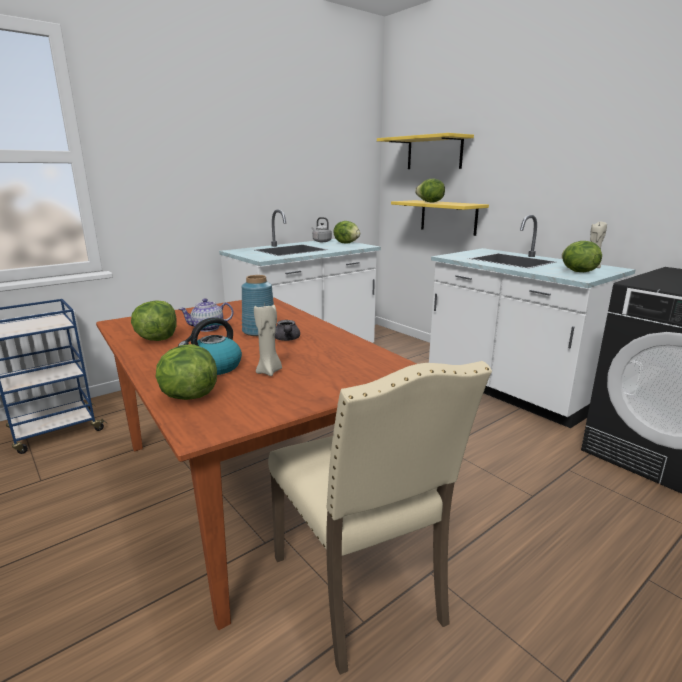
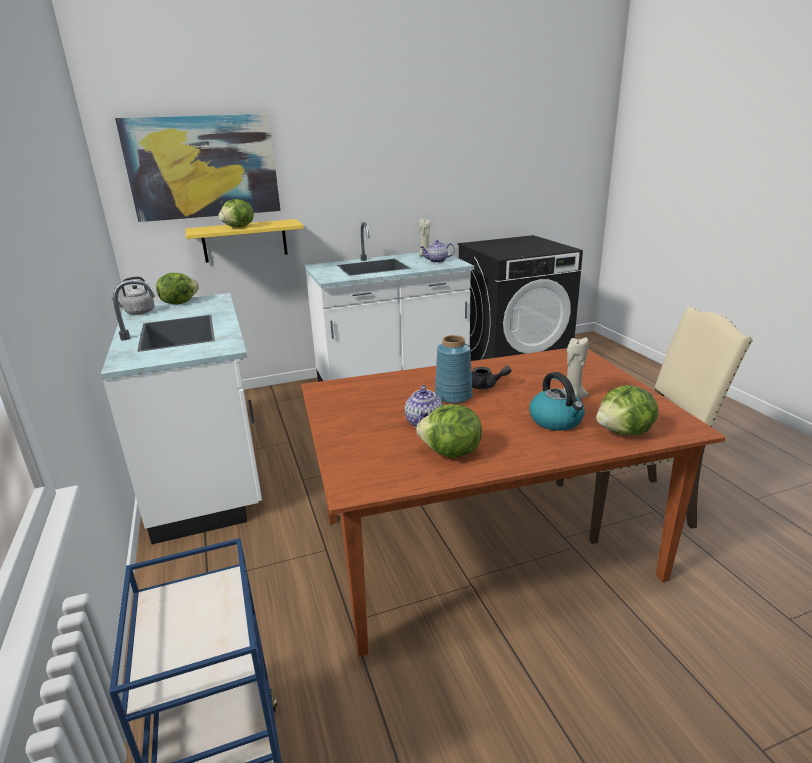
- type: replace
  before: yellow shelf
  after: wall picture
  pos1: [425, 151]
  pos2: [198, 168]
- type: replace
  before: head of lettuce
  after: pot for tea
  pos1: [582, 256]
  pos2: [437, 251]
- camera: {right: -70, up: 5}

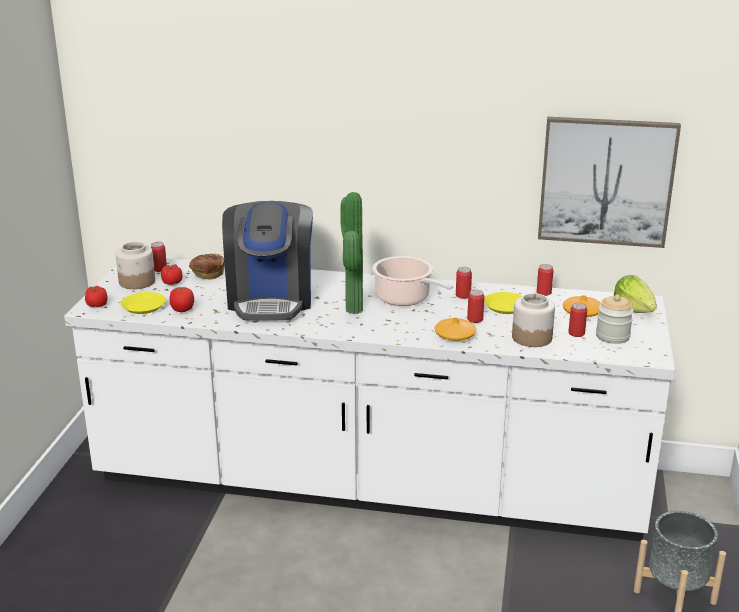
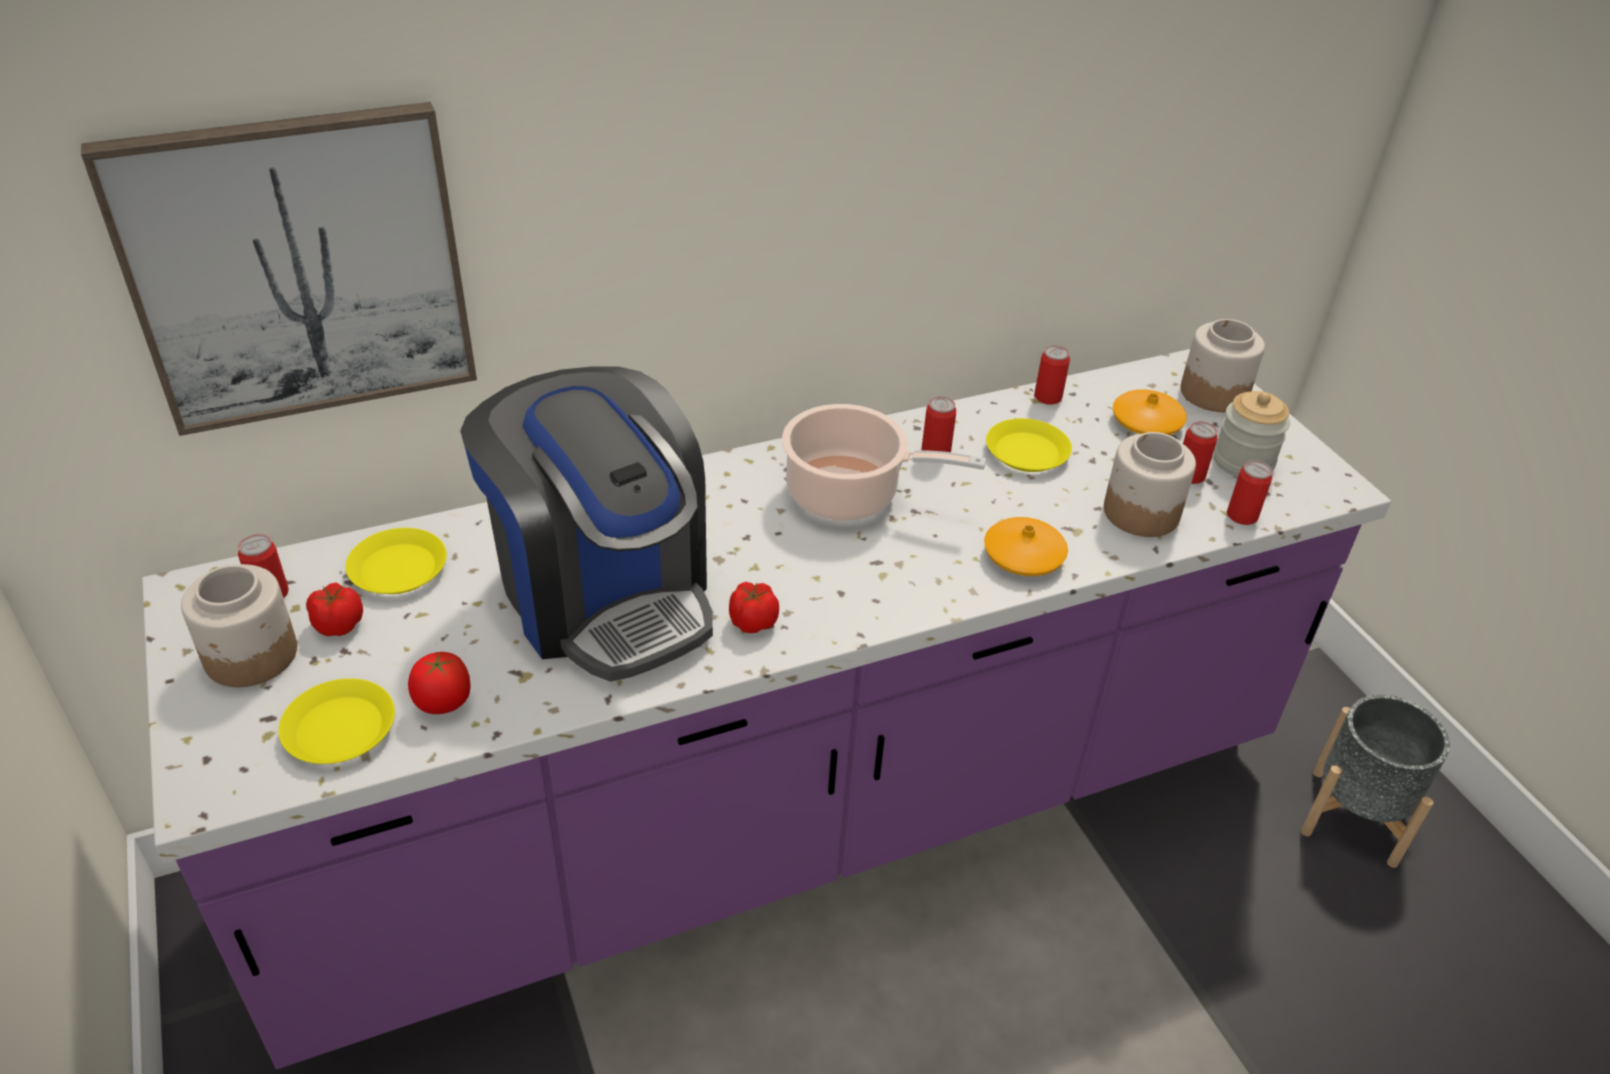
- type: move
  before: wall picture
  pos1: [609, 182]
  pos2: [279, 269]
- type: delete
  before: potted plant
  pos1: [351, 253]
- type: replace
  before: bread
  after: yellow dinner plate
  pos1: [207, 267]
  pos2: [396, 561]
- type: recolor
  before: whitish counter
  after: purple-coloured counter
  pos1: [369, 399]
  pos2: [766, 709]
- type: replace
  before: head of lettuce
  after: preserve jar
  pos1: [635, 294]
  pos2: [1223, 365]
- type: move
  before: fresh tomato
  pos1: [96, 296]
  pos2: [754, 607]
- type: move
  before: metal can
  pos1: [475, 306]
  pos2: [1249, 493]
- camera: {right: -35, up: 15}

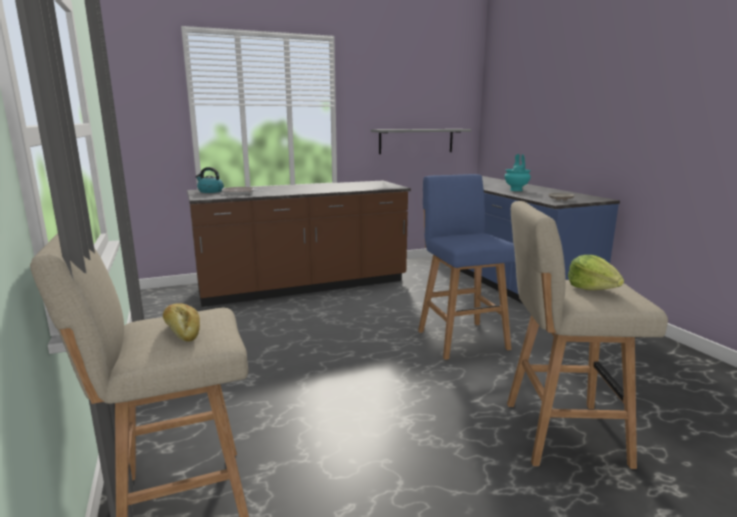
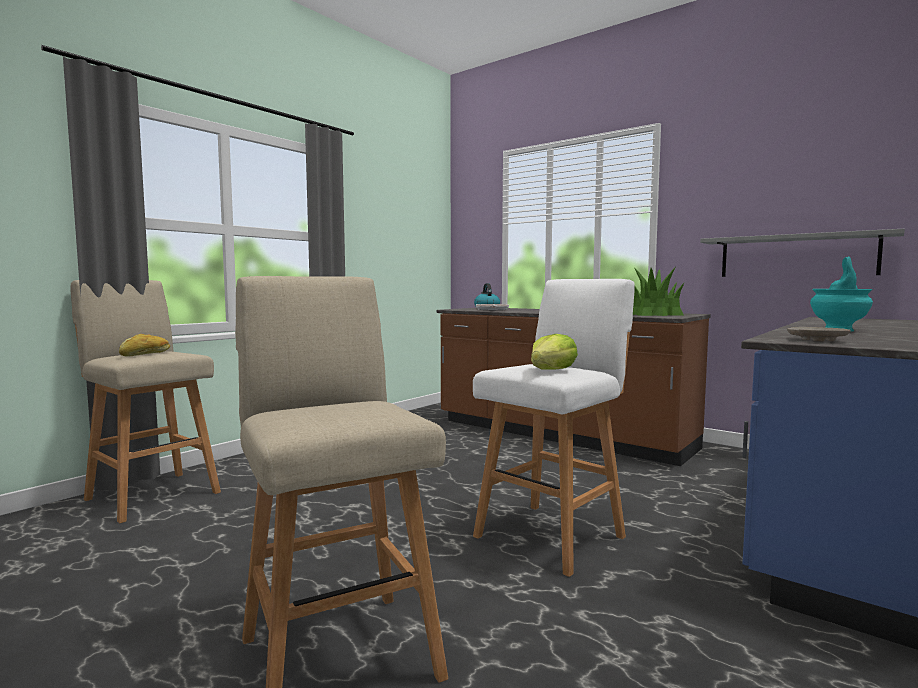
- type: recolor
  before: bluish sitting stool
  after: whitish sitting stool
  pos1: [466, 267]
  pos2: [554, 428]
- type: move
  before: head of lettuce
  pos1: [596, 272]
  pos2: [554, 352]
- type: insert
  after: potted plant
  pos2: [659, 292]
- camera: {right: 60, up: -10}

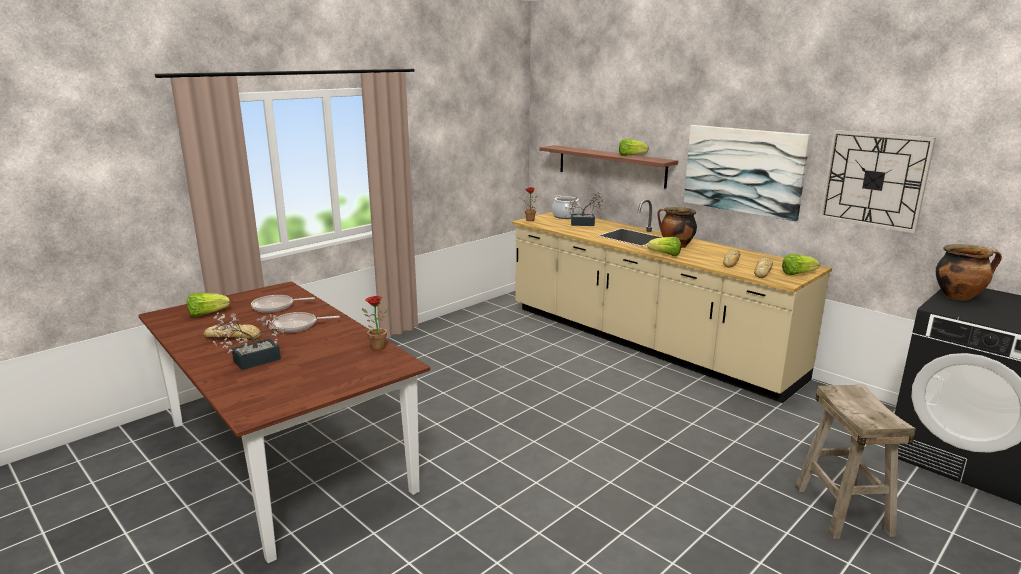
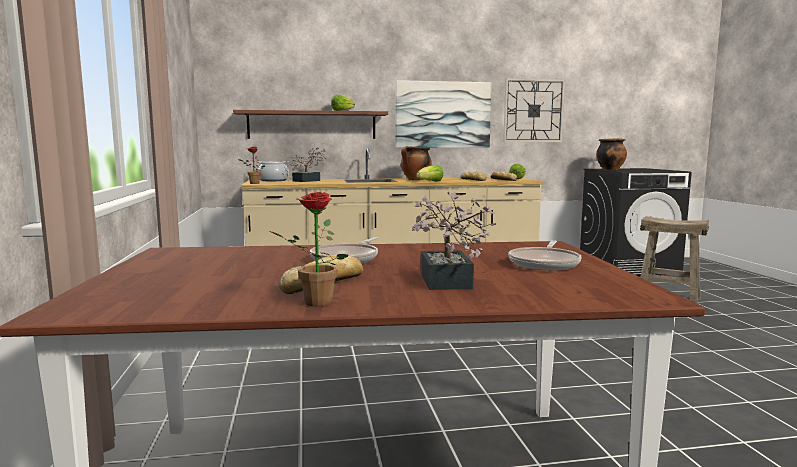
- type: delete
  before: head of lettuce
  pos1: [208, 305]
- type: move
  before: frying pan
  pos1: [283, 304]
  pos2: [544, 255]
- type: move
  before: potted plant
  pos1: [375, 323]
  pos2: [309, 249]
- camera: {right: -55, up: -10}

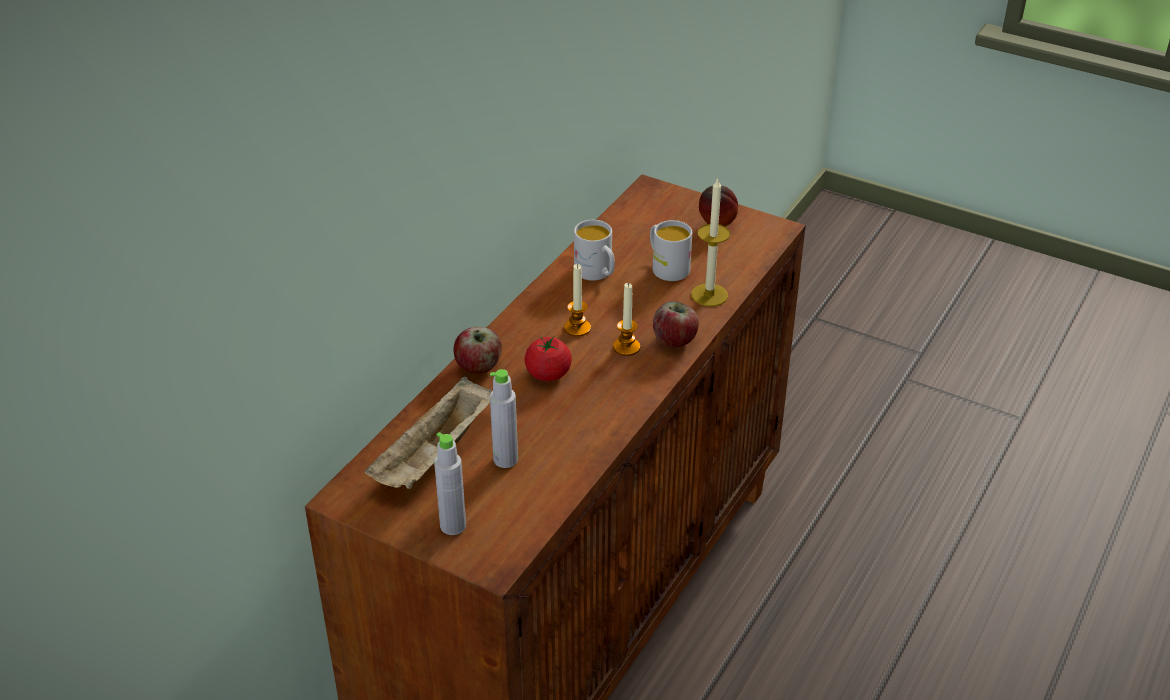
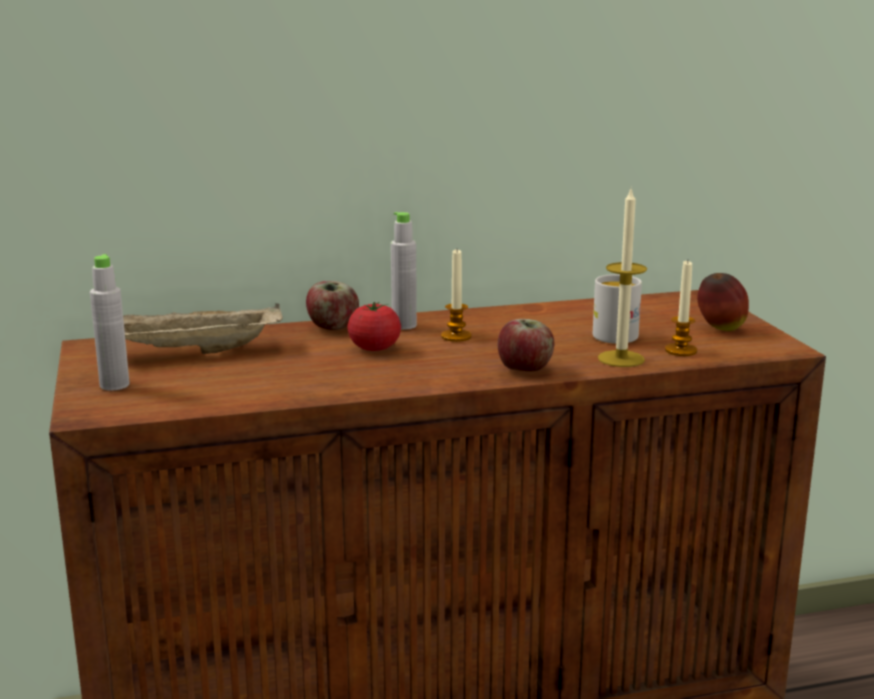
- type: delete
  before: whitish mug
  pos1: [594, 250]
- type: move
  before: wax candle
  pos1: [626, 319]
  pos2: [681, 308]
- type: move
  before: greyish drink bottle
  pos1: [504, 418]
  pos2: [404, 271]
- camera: {right: 45, up: -20}

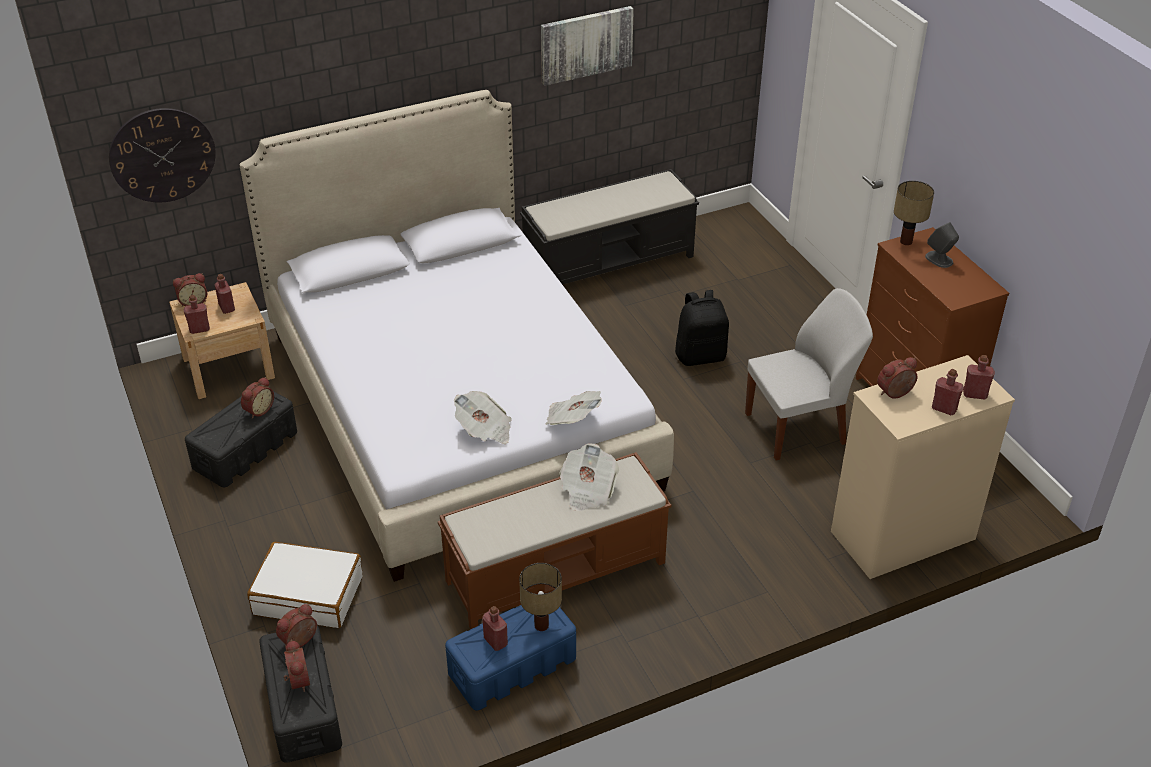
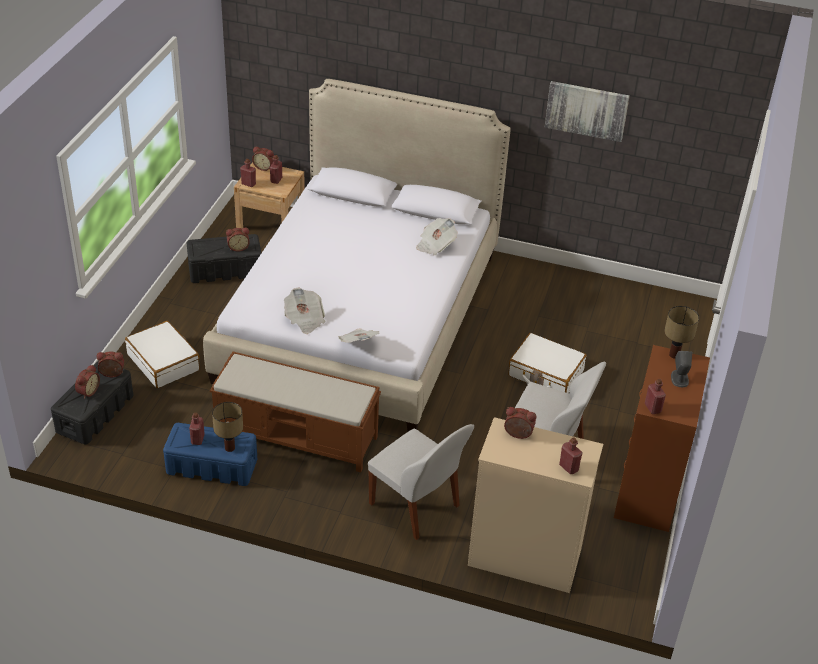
- type: delete
  before: clock on the wall
  pos1: [162, 155]
- type: delete
  before: black indoor bench
  pos1: [609, 227]
- type: replace
  before: black knapsack
  after: whitish suitcase
  pos1: [702, 328]
  pos2: [547, 363]
- type: move
  before: red drink bottle
  pos1: [948, 392]
  pos2: [655, 396]
- type: move
  before: daily paper
  pos1: [589, 477]
  pos2: [437, 236]
- type: insert
  after: whitish chair
  pos2: [421, 482]
- camera: {right: 40, up: 0}

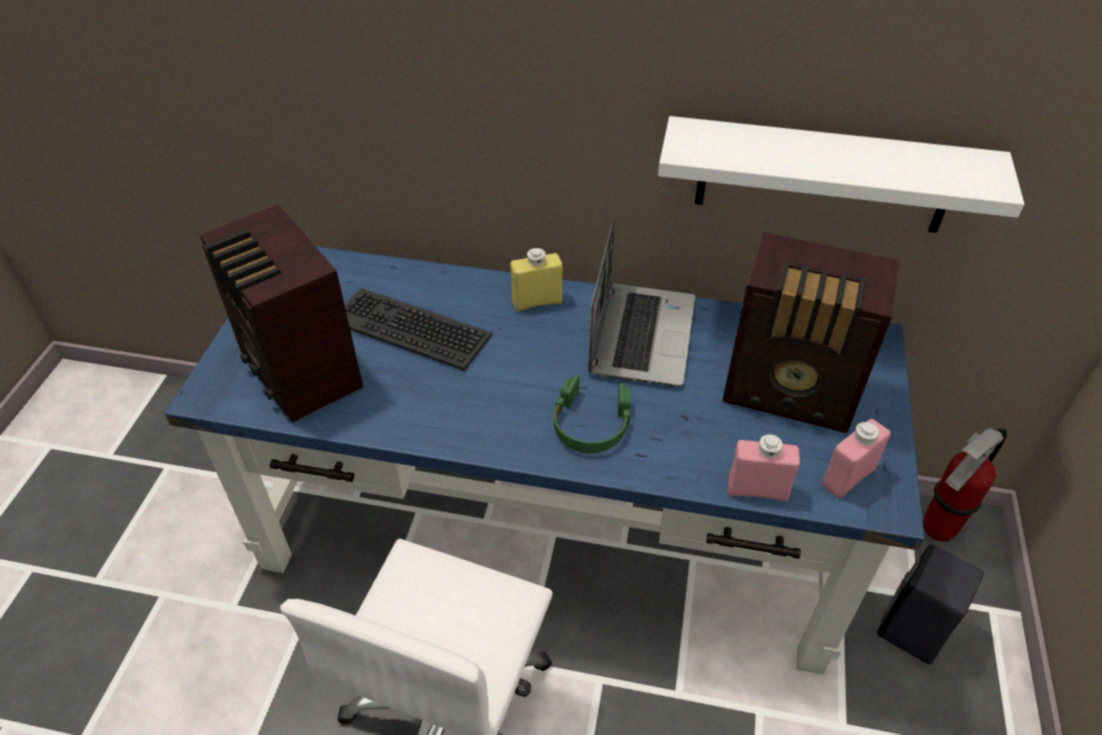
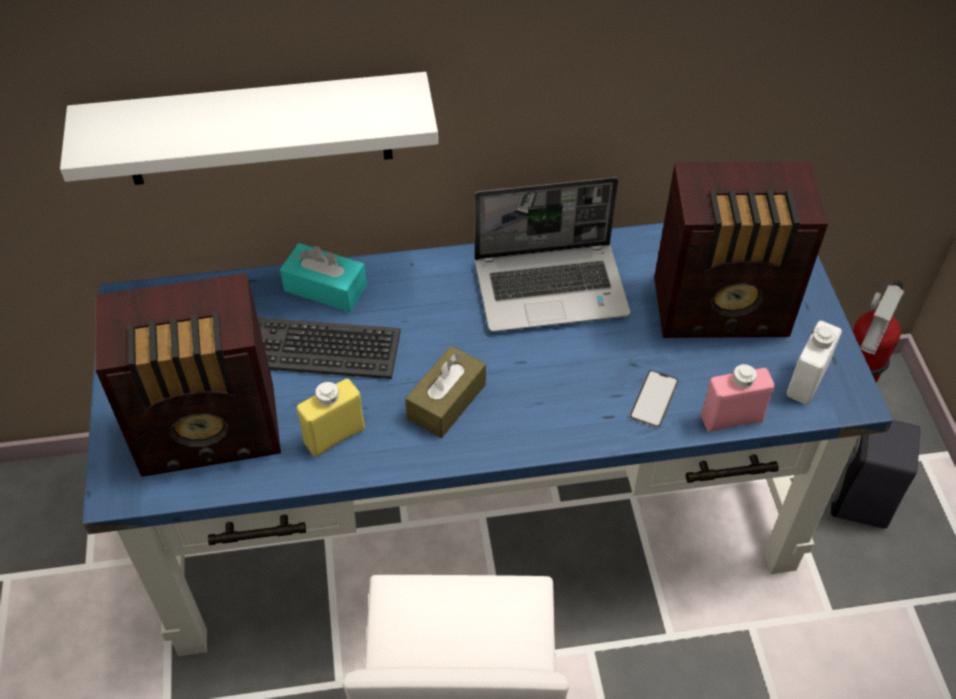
- type: move
  before: whitish shelf
  pos1: [841, 174]
  pos2: [249, 128]
- type: rotate
  before: radio
  pos1: [281, 313]
  pos2: [188, 375]
  turn: -45
- type: rotate
  before: portable computer
  pos1: [641, 302]
  pos2: [552, 254]
  turn: 90
- type: move
  before: yellow drink bottle
  pos1: [536, 280]
  pos2: [331, 417]
- type: delete
  before: green headset
  pos1: [592, 414]
- type: recolor
  before: pink-coloured drink bottle
  after: whitish drink bottle
  pos1: [856, 458]
  pos2: [814, 363]
- type: insert
  after: turquoise box of tissues
  pos2: [323, 277]
- type: insert
  after: brownish box of tissues
  pos2: [445, 392]
- type: insert
  after: telephone
  pos2: [654, 399]
- camera: {right: -20, up: 5}

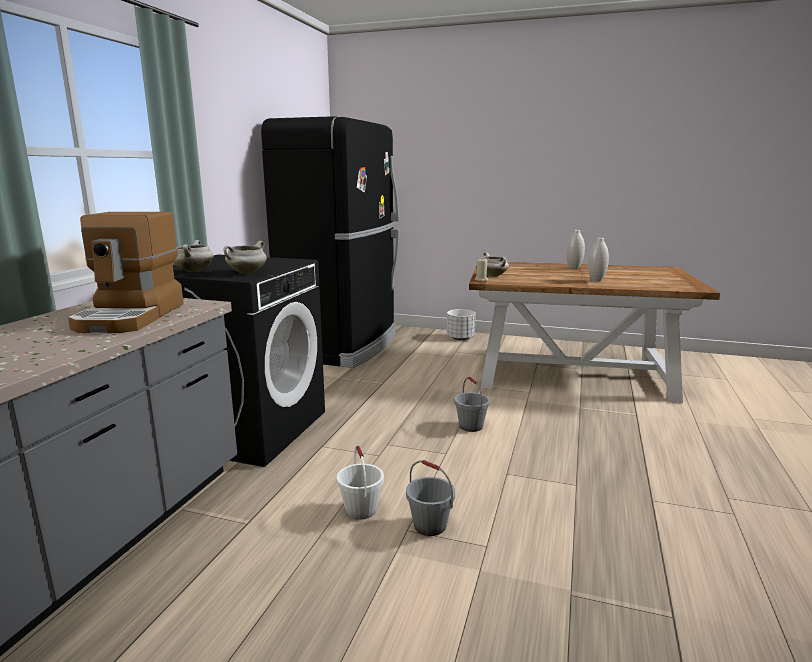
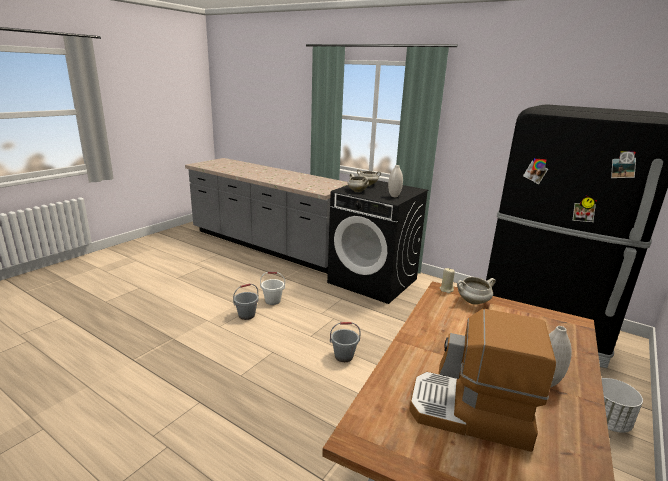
- type: move
  before: coffee machine
  pos1: [126, 272]
  pos2: [482, 380]
- type: move
  before: whitish flower vase
  pos1: [598, 260]
  pos2: [395, 181]
- camera: {right: 105, up: 5}

